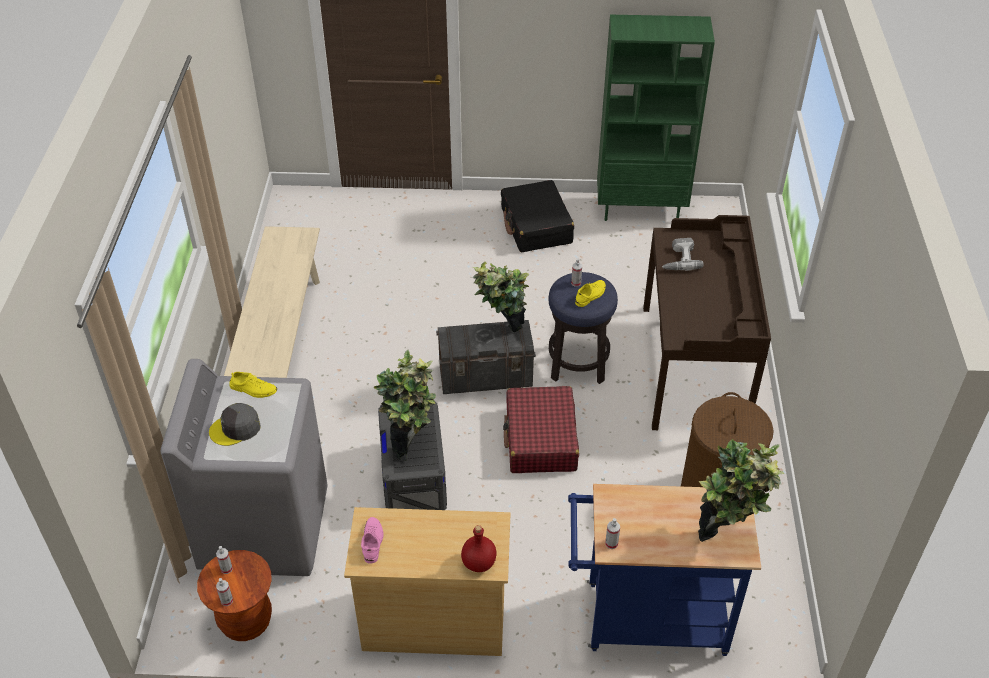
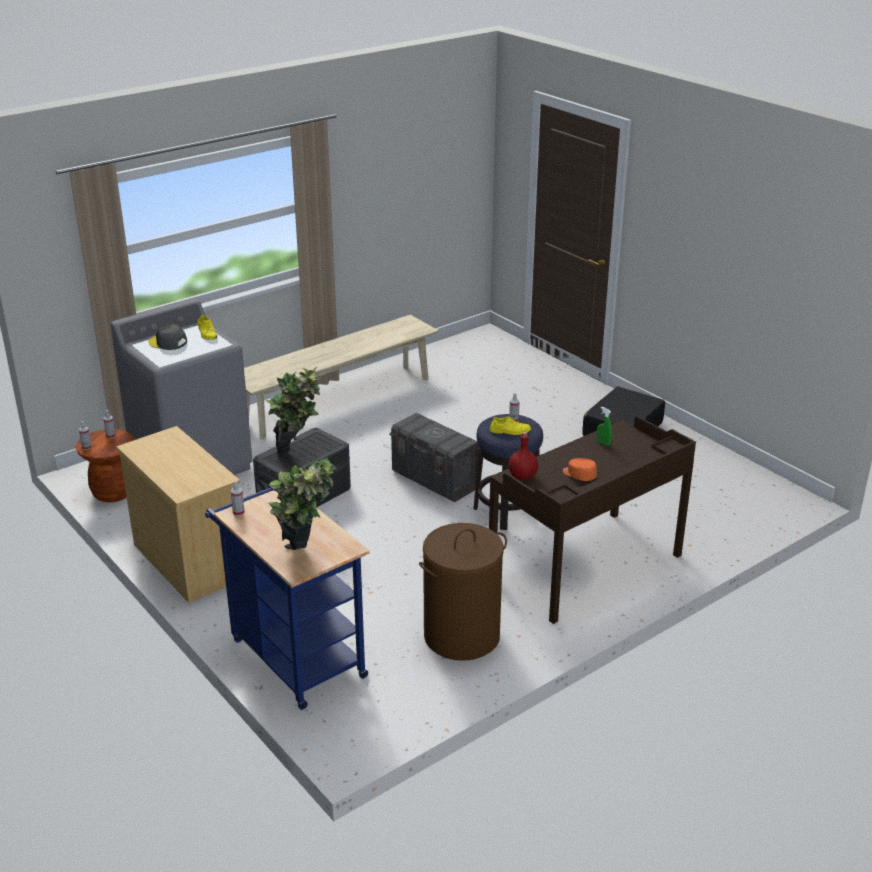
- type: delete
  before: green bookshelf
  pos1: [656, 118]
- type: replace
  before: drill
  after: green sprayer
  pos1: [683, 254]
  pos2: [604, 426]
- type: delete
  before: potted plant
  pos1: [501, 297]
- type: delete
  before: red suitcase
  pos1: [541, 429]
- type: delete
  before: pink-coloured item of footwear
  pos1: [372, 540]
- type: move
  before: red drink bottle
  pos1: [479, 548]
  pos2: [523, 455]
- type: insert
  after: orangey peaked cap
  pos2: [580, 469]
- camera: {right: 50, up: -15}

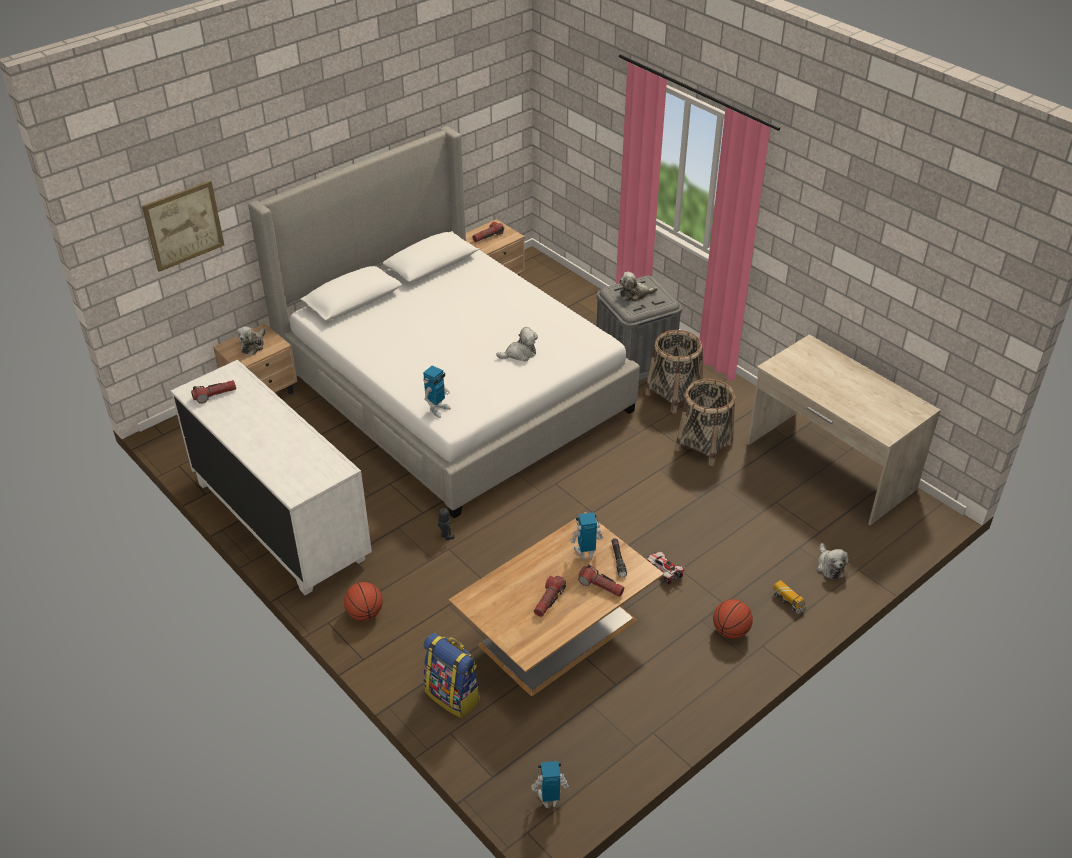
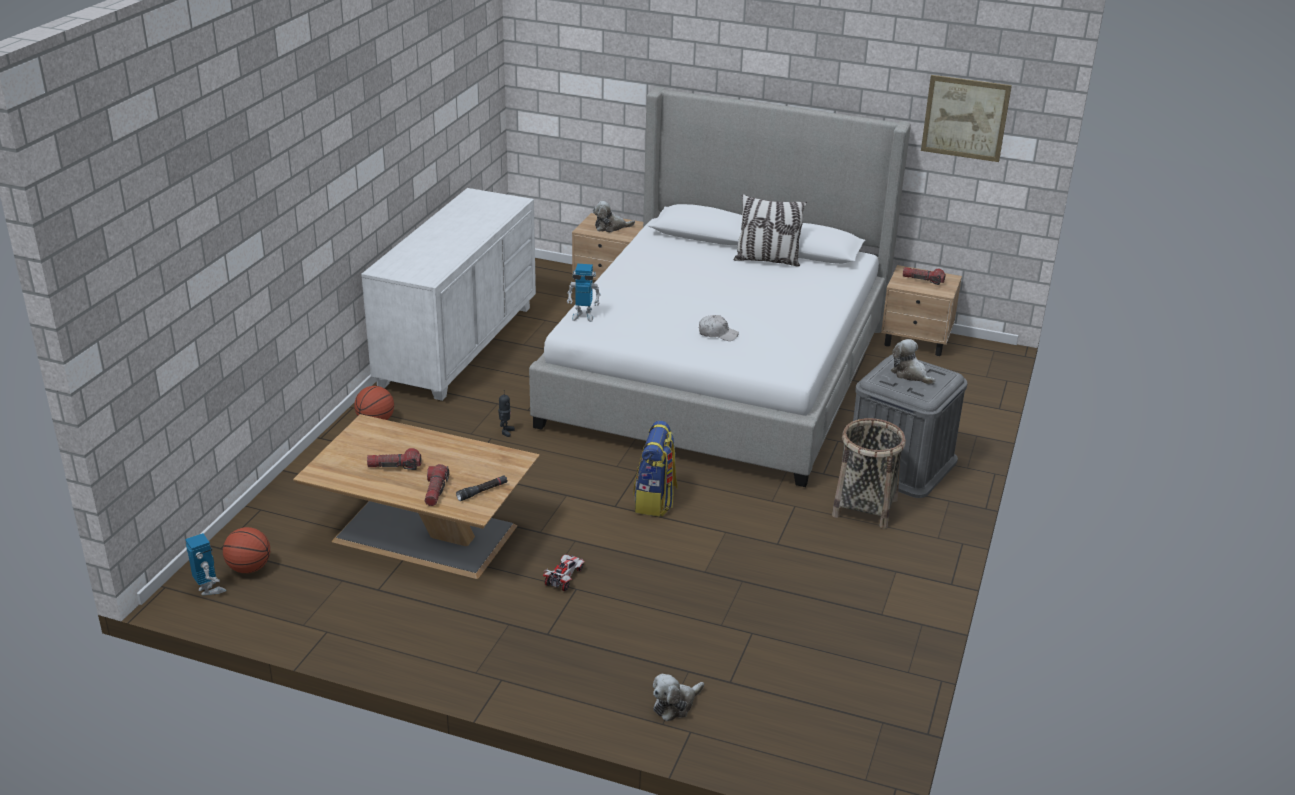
- type: move
  before: wall picture
  pos1: [183, 226]
  pos2: [966, 118]
- type: replace
  before: cuddly toy
  after: whitish peaked cap
  pos1: [517, 344]
  pos2: [719, 328]
- type: delete
  before: beige desk table
  pos1: [844, 430]
- type: delete
  before: storage basket
  pos1: [705, 422]
- type: delete
  before: hand torch
  pos1: [213, 392]
- type: delete
  before: toy robot
  pos1: [586, 536]
- type: delete
  before: model truck
  pos1: [789, 597]
- type: move
  before: basketball ball
  pos1: [733, 619]
  pos2: [246, 550]
- type: move
  before: knapsack
  pos1: [451, 675]
  pos2: [655, 468]
- type: insert
  after: throw pillow
  pos2: [770, 230]
- camera: {right: 60, up: -10}

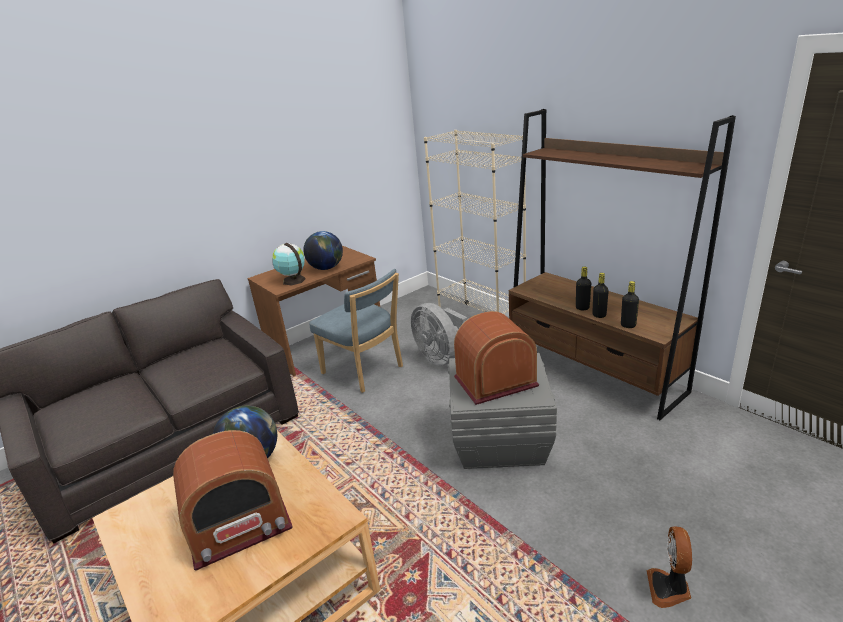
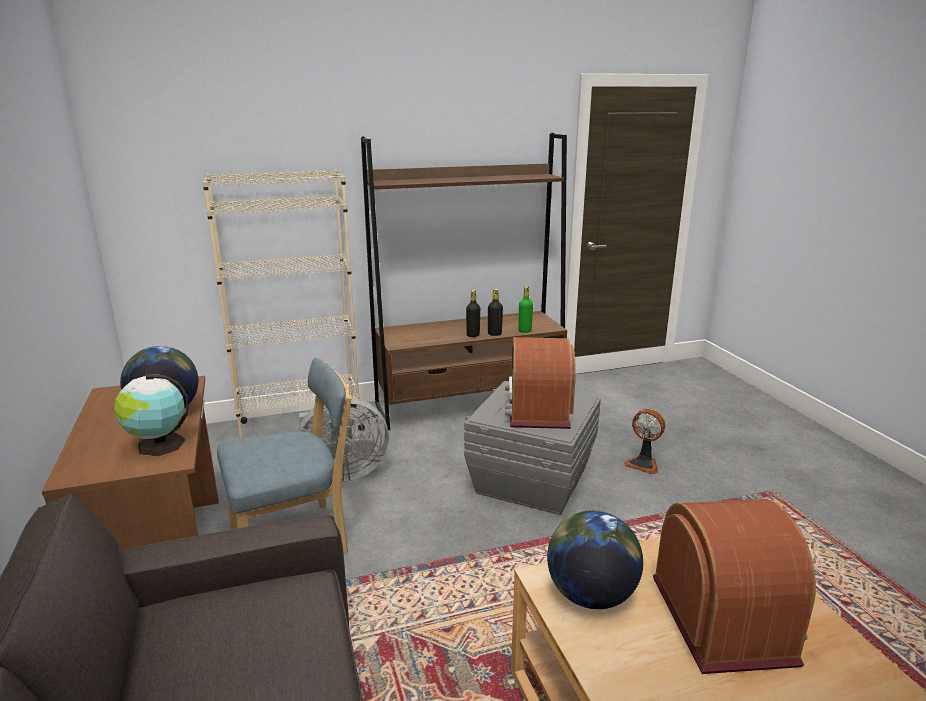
- type: recolor
  before: black drink bottle
  after: green drink bottle
  pos1: [630, 304]
  pos2: [525, 309]
- type: move
  before: fan
  pos1: [669, 567]
  pos2: [644, 441]
- camera: {right: -70, up: -5}

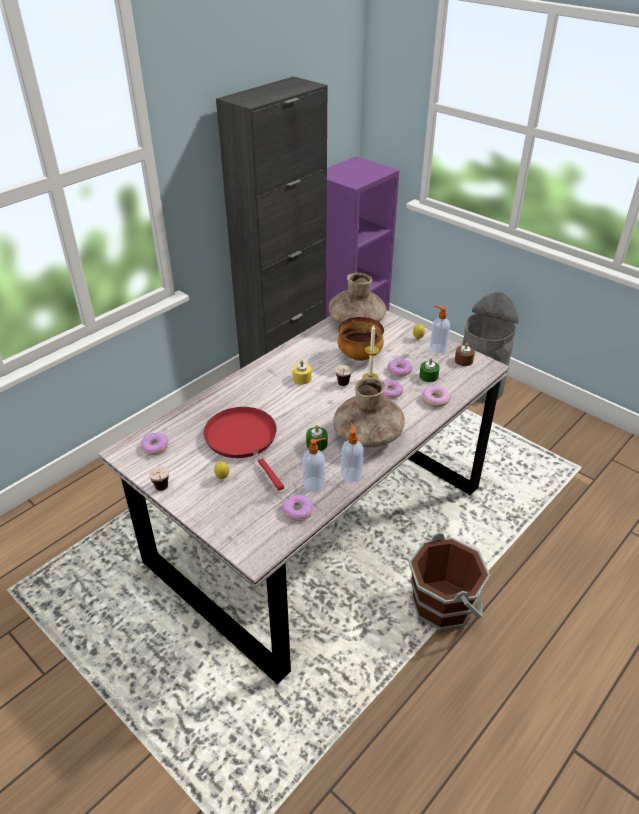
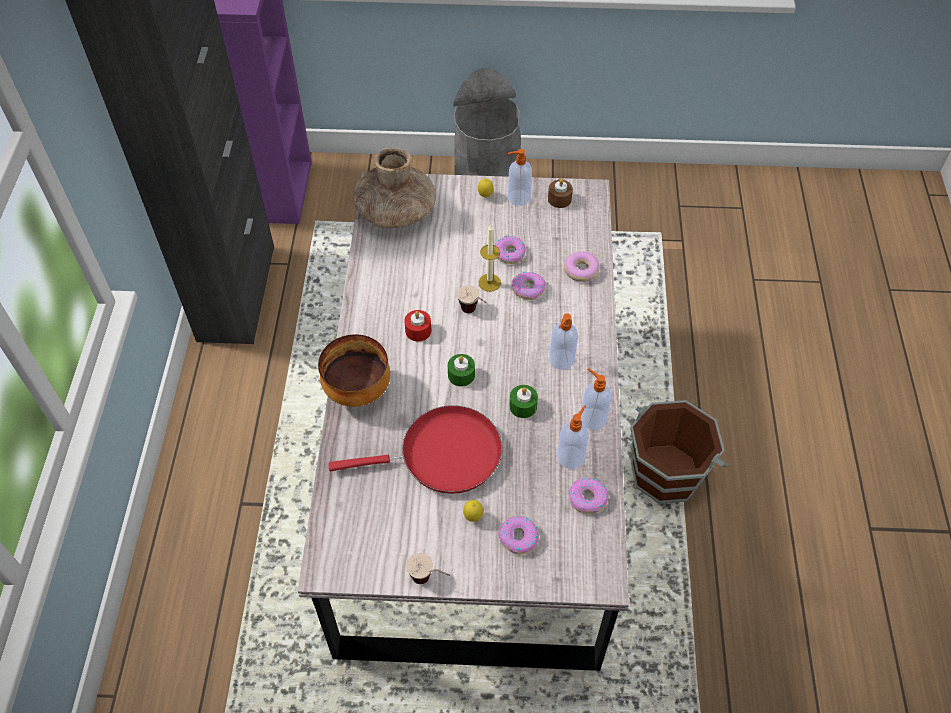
- type: move
  before: deep dish
  pos1: [361, 339]
  pos2: [354, 370]
- type: move
  before: green wax candle
  pos1: [429, 370]
  pos2: [461, 370]
- type: recolor
  before: yellow wax candle
  after: red wax candle
  pos1: [302, 372]
  pos2: [418, 325]
- type: replace
  before: brownish flower vase
  after: liquid soap bottle
  pos1: [369, 412]
  pos2: [563, 341]
- type: rotate
  before: red frying pan
  pos1: [244, 449]
  pos2: [415, 449]
  turn: 150
- type: move
  before: ring doughnut
  pos1: [154, 444]
  pos2: [518, 535]
- camera: {right: -40, up: 15}

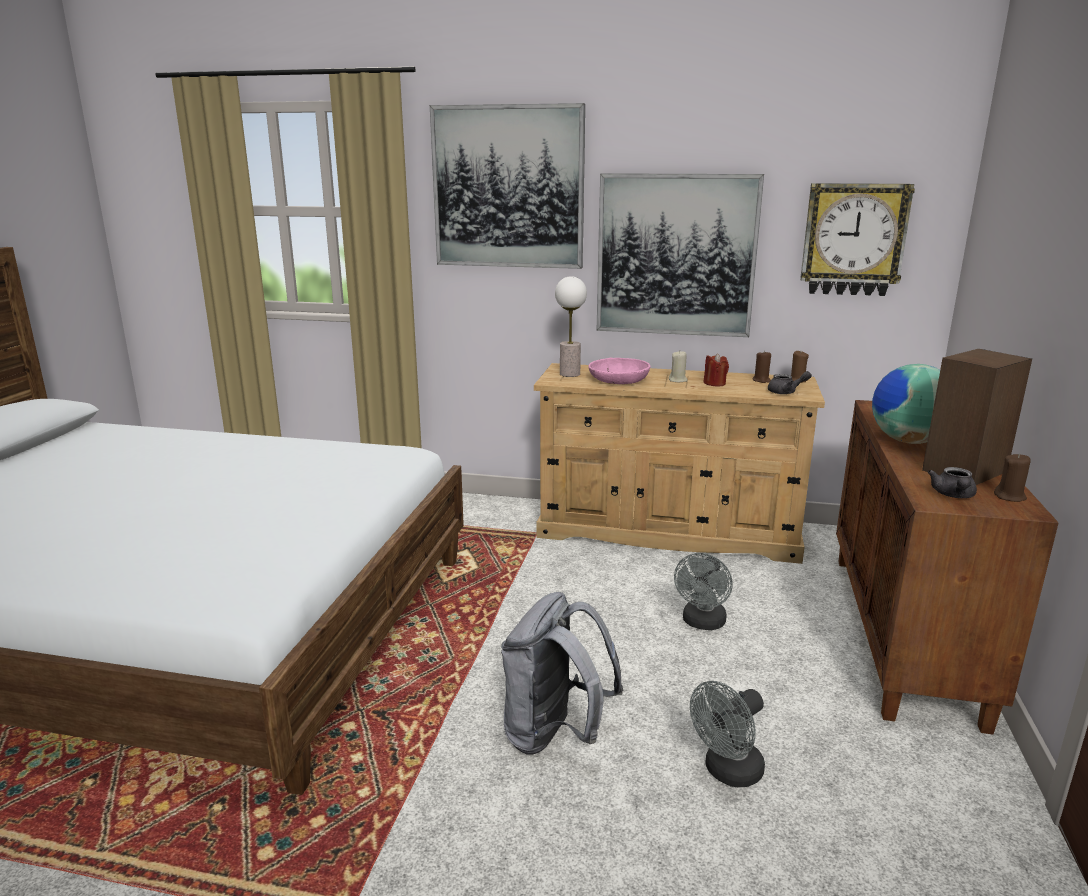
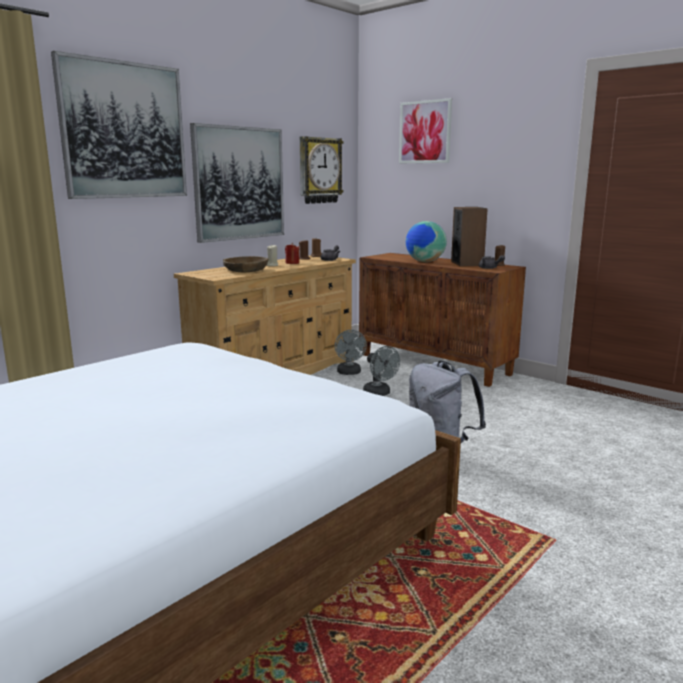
- type: delete
  before: lamp for a table
  pos1: [571, 326]
- type: recolor
  before: pink-coloured deep dish
  after: brownish deep dish
  pos1: [619, 370]
  pos2: [245, 264]
- type: move
  before: greyish fan
  pos1: [727, 734]
  pos2: [351, 352]
- type: insert
  after: wall picture
  pos2: [425, 130]
- camera: {right: -60, up: -5}

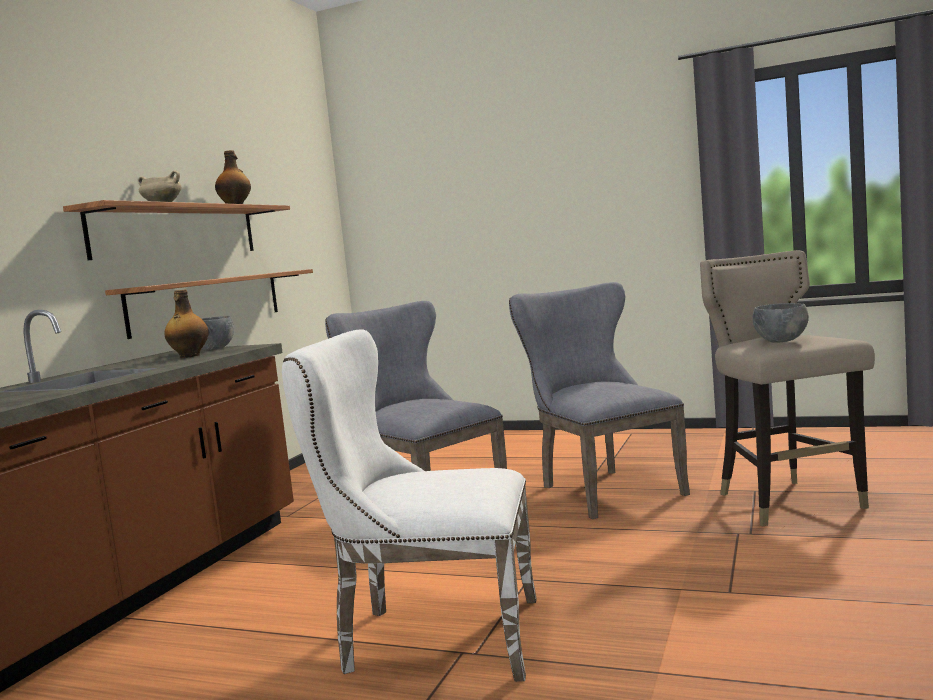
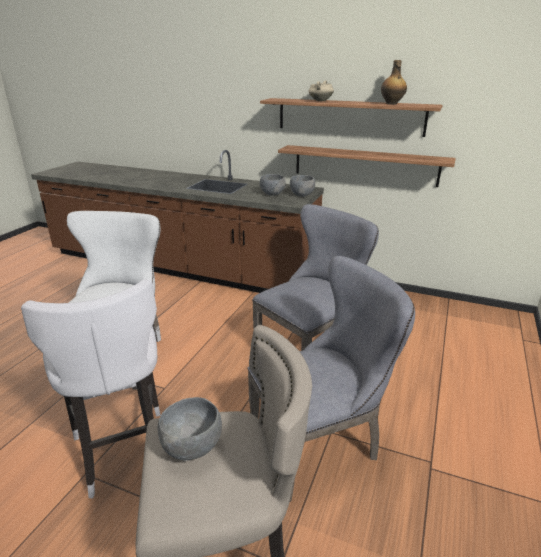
- type: replace
  before: drink bottle
  after: greyish deep dish
  pos1: [186, 323]
  pos2: [273, 185]
- type: insert
  after: whitish sitting stool
  pos2: [91, 388]
- camera: {right: 90, up: 20}

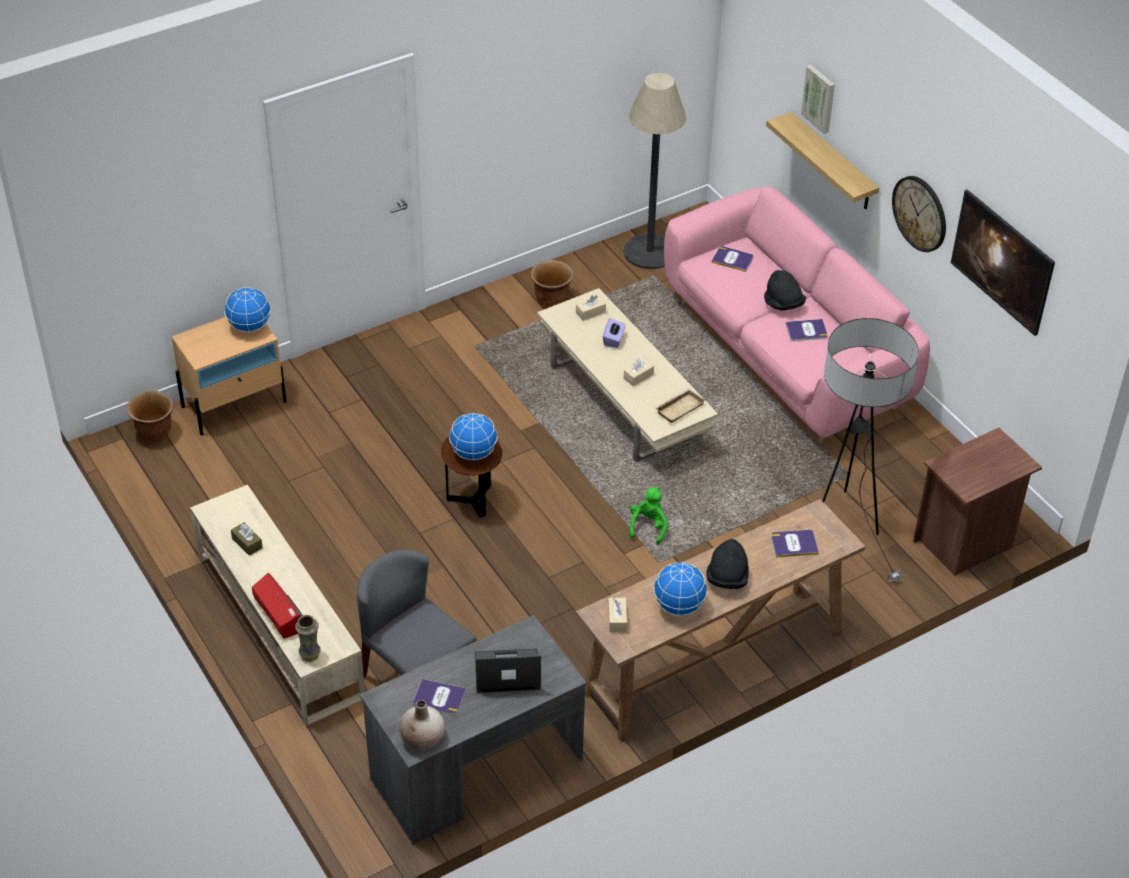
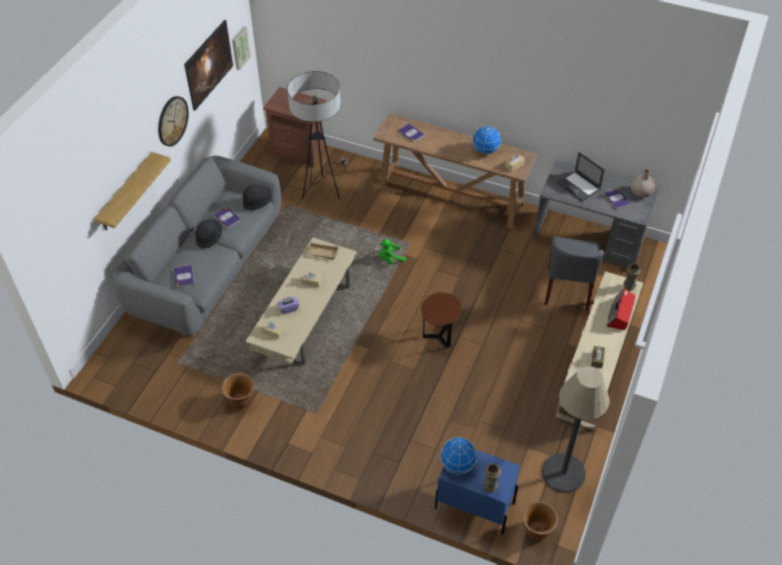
- type: move
  before: wall picture
  pos1: [818, 99]
  pos2: [241, 48]
- type: move
  before: standing lamp
  pos1: [655, 171]
  pos2: [575, 429]
- type: recolor
  before: pink-coloured settee
  after: greyish settee
  pos1: [797, 315]
  pos2: [196, 246]
- type: recolor
  before: beige nightstand
  after: bluish nightstand
  pos1: [229, 376]
  pos2: [477, 492]
- type: delete
  before: world globe
  pos1: [473, 437]
- type: move
  before: black wearable hat
  pos1: [727, 564]
  pos2: [257, 197]
- type: insert
  after: flower vase
  pos2: [492, 478]
- camera: {right: -125, up: 5}

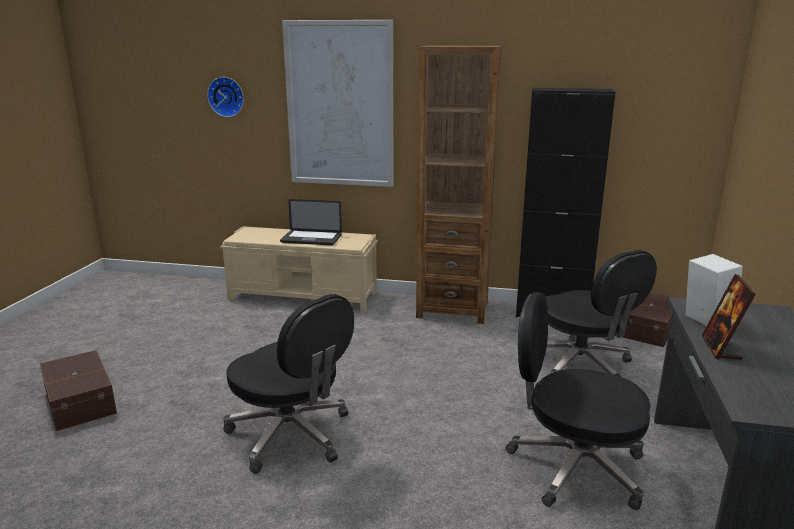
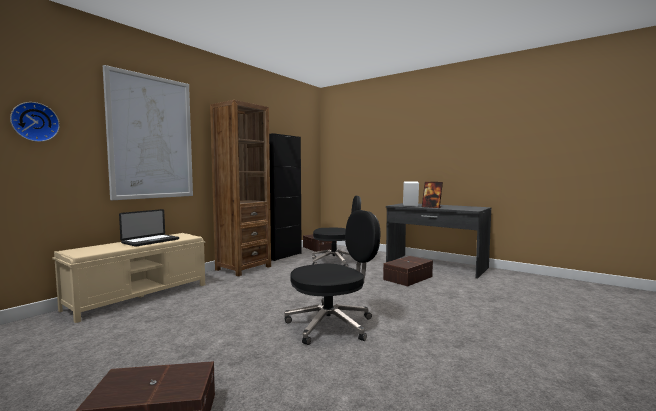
- type: replace
  before: black computer chair
  after: brownish storage box
  pos1: [578, 401]
  pos2: [408, 271]
- camera: {right: -65, up: -15}

